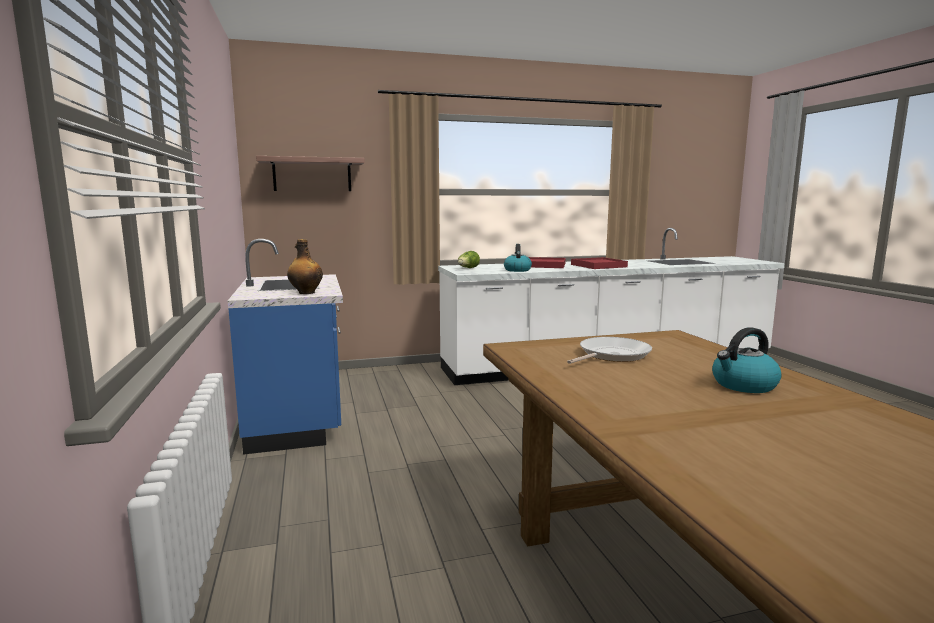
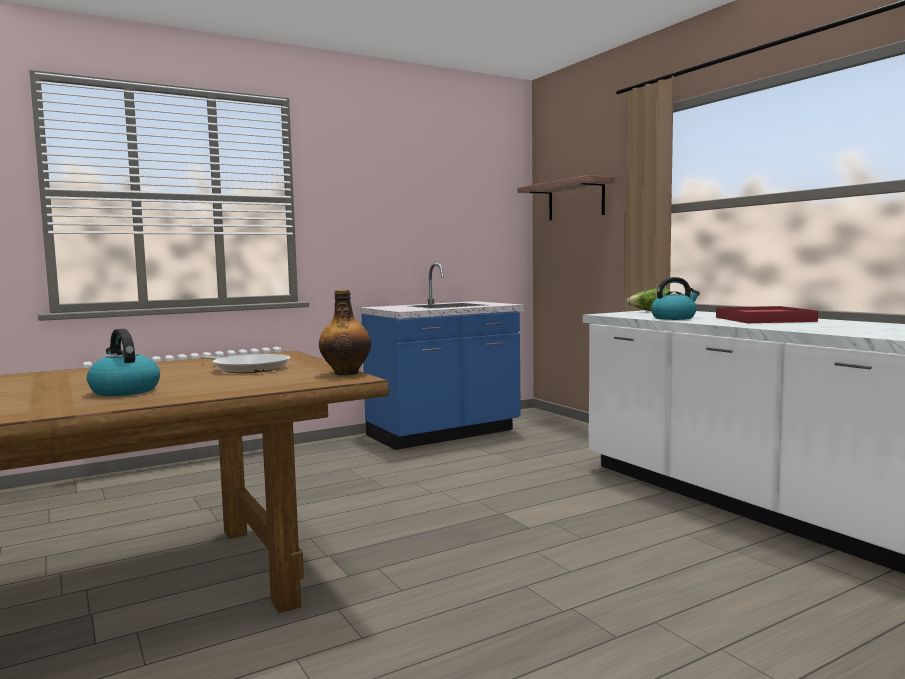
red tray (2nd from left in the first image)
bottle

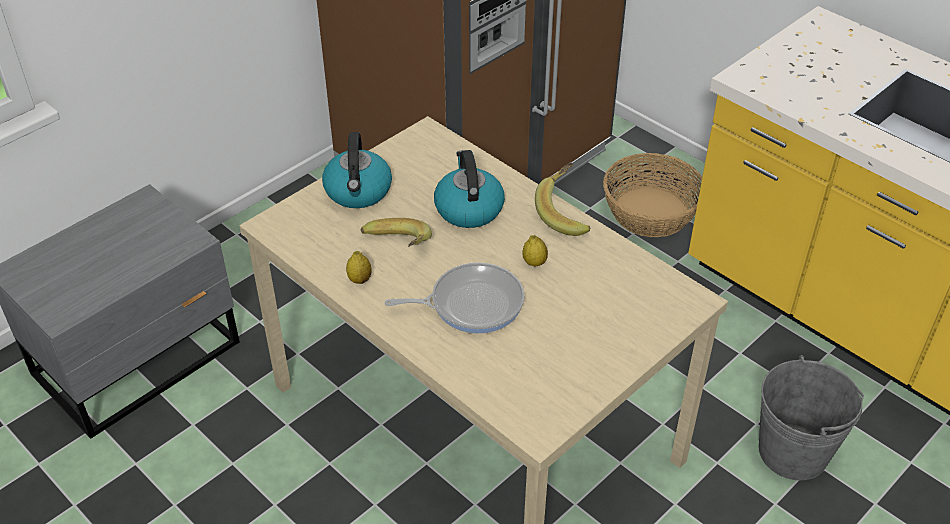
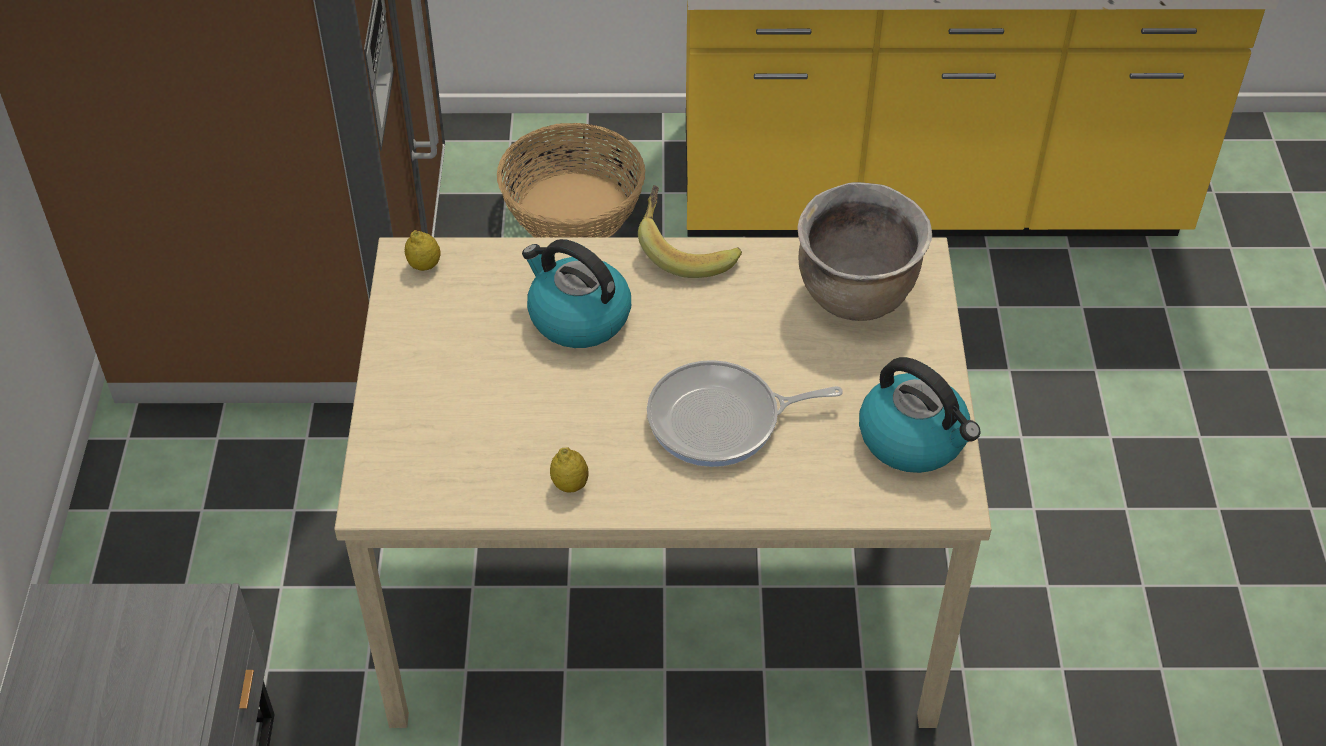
banana (1st from left in the first image)
grey bucket
brown cooking pot
kettle (2nd from left)
lemon (1st from left)
frying pan

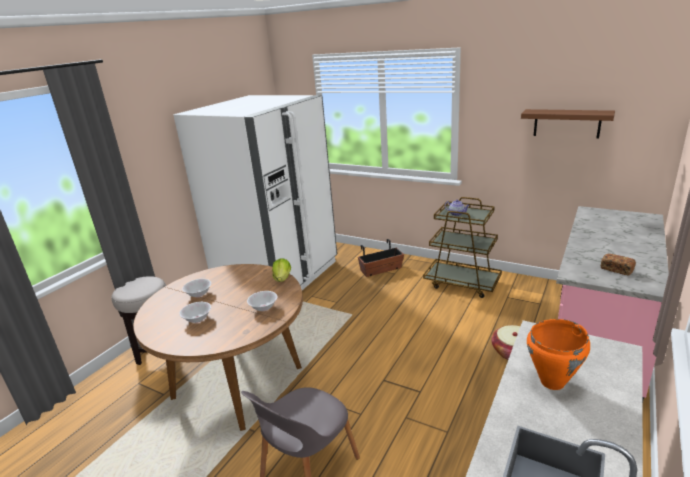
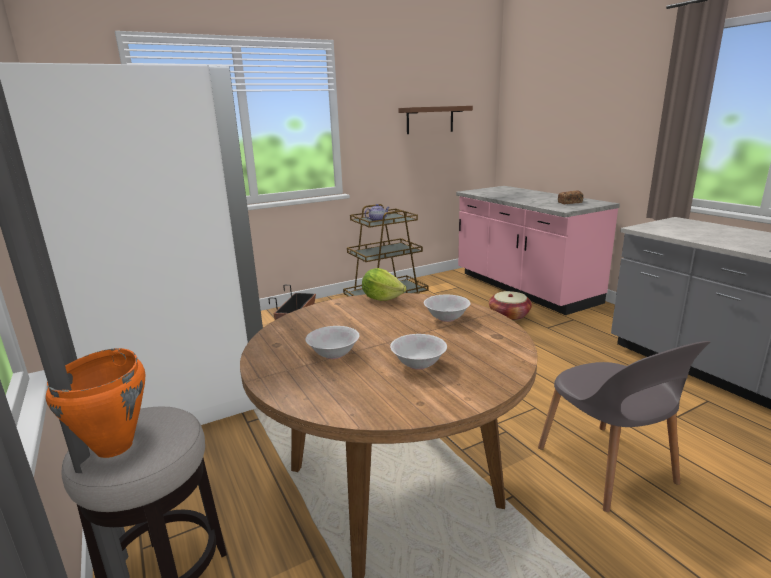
orange cooking pot

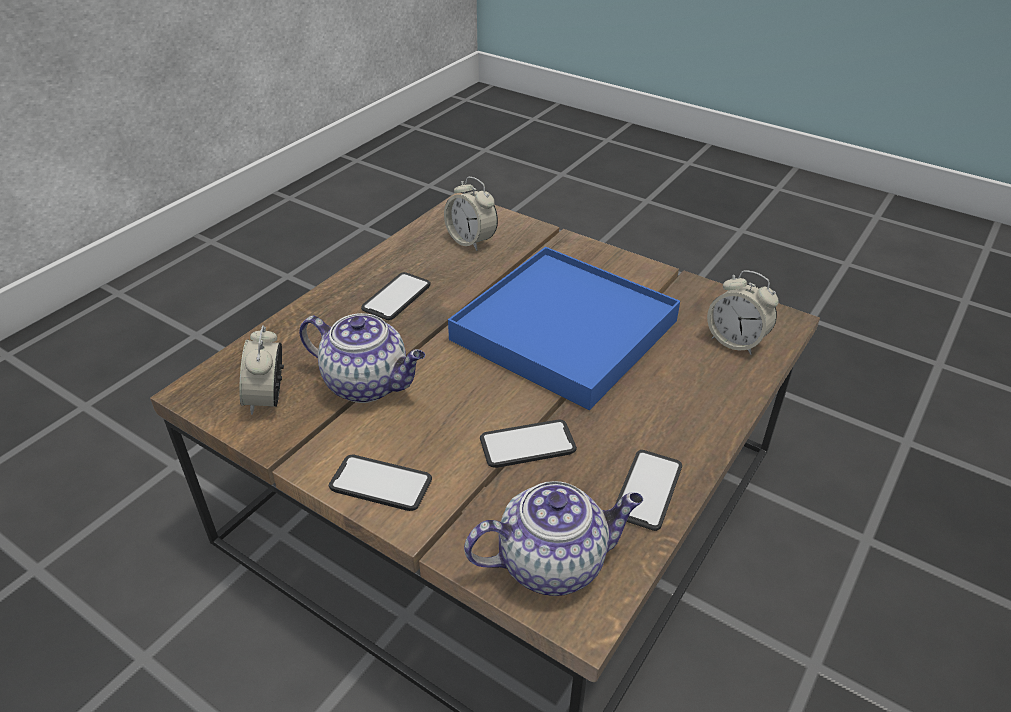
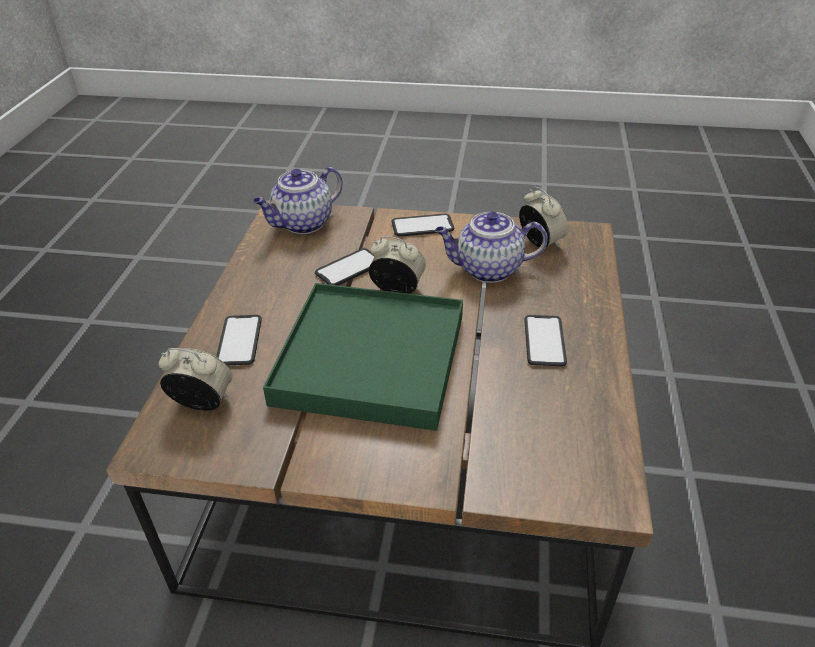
alarm clock (2nd from left)
phone (1st from left)
green tray

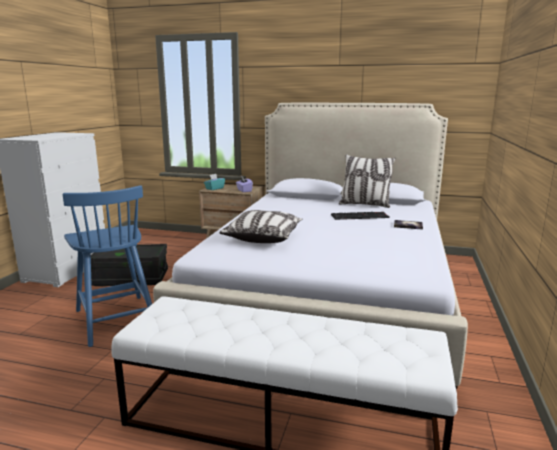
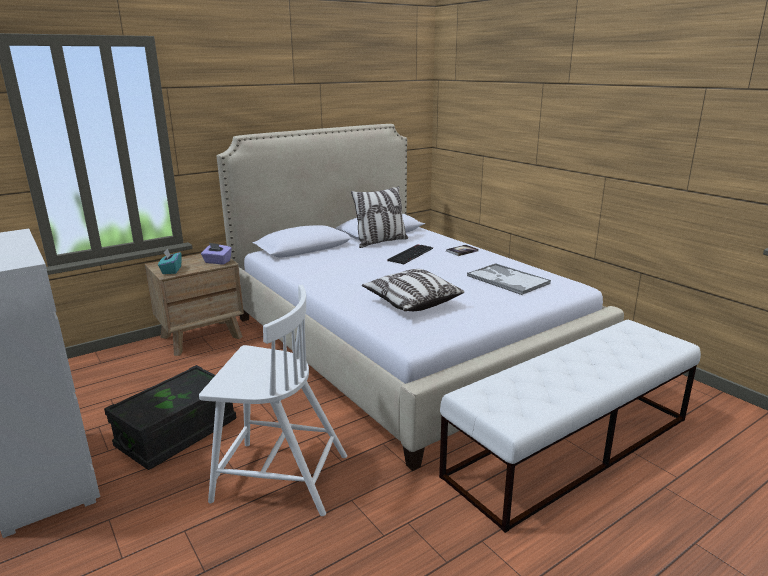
tray
white chair

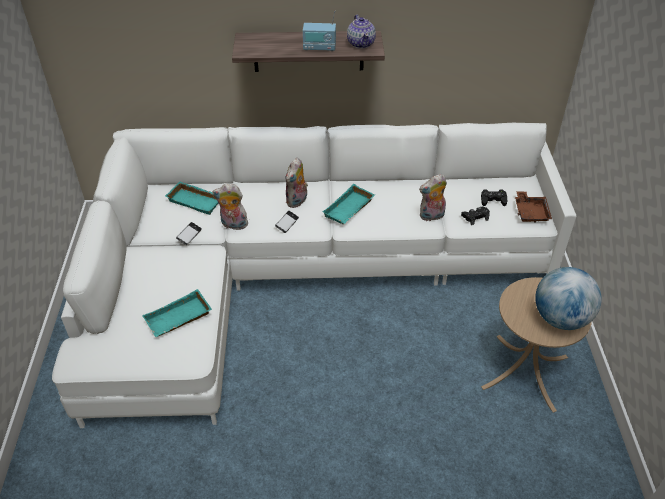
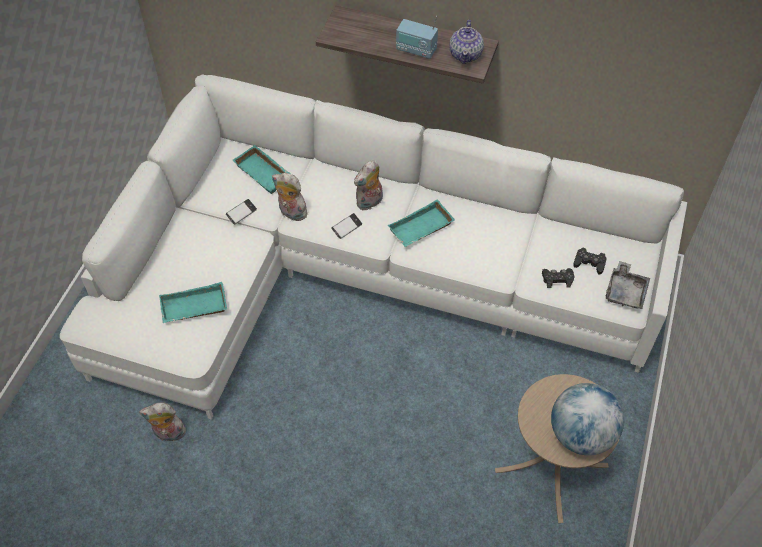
plush toy (1st from left)
grey tray

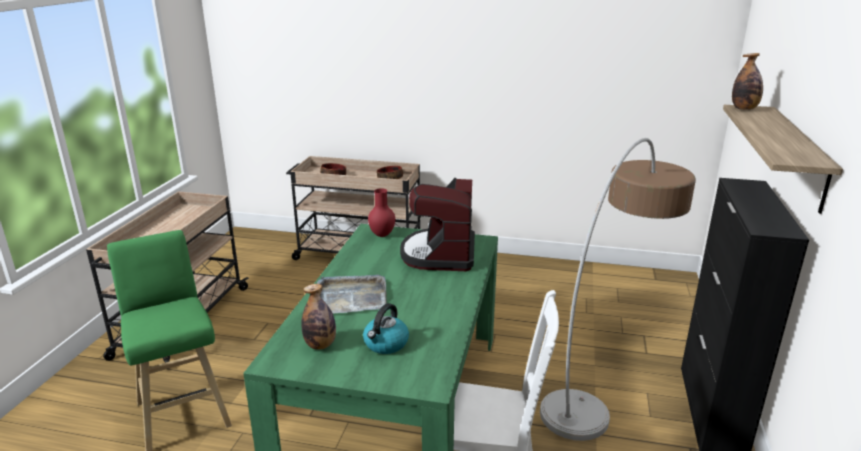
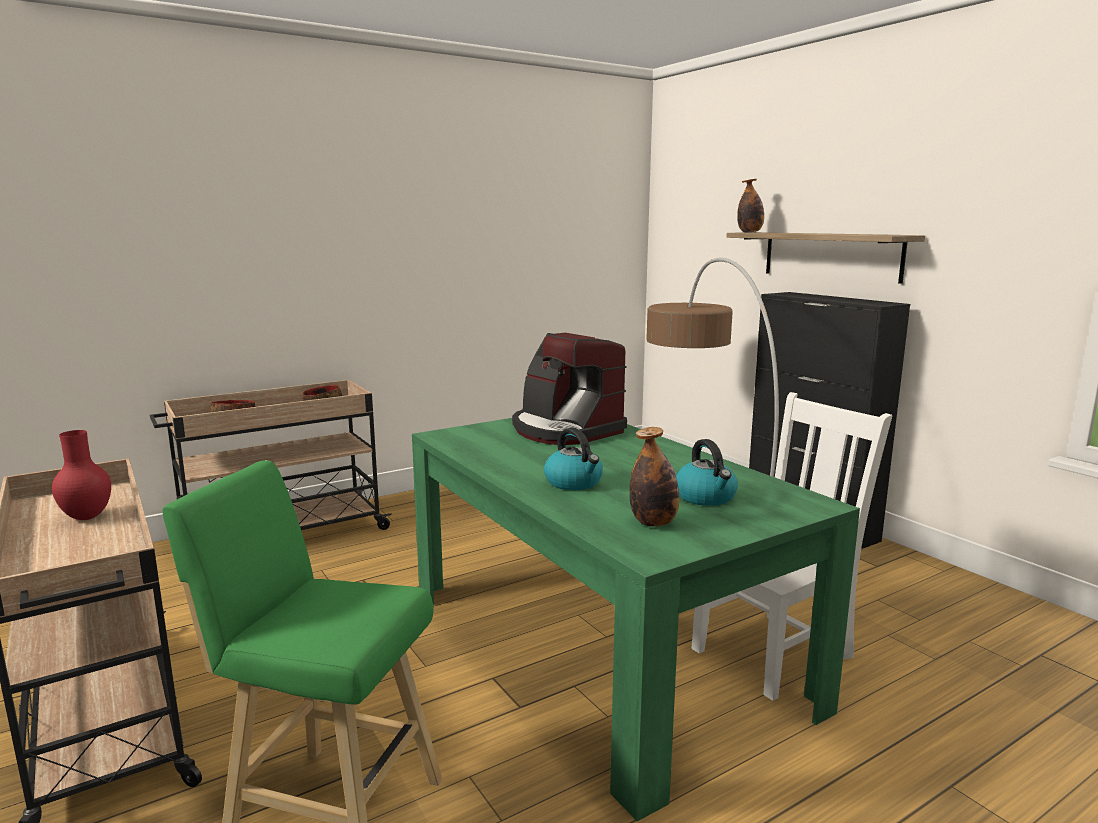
red vase
kettle (1st from left)

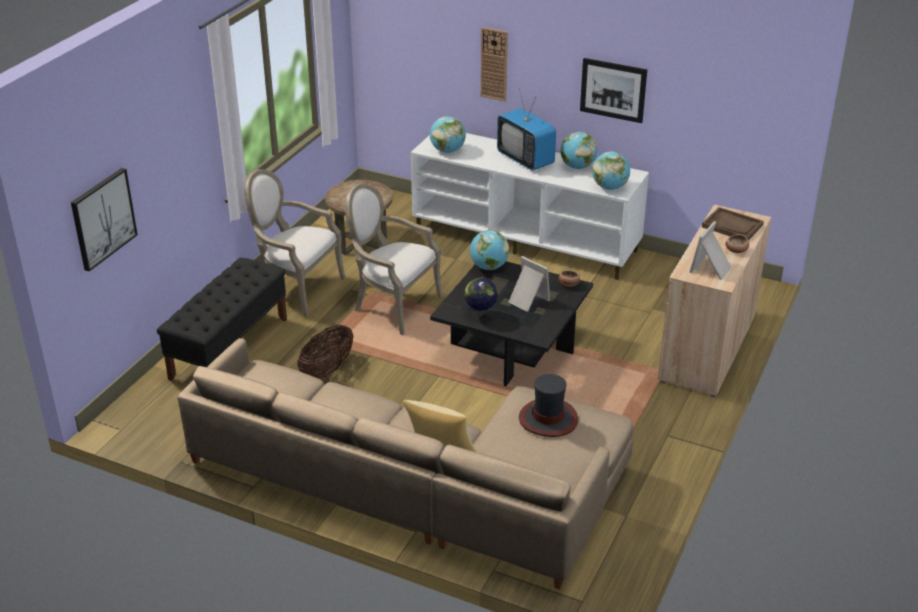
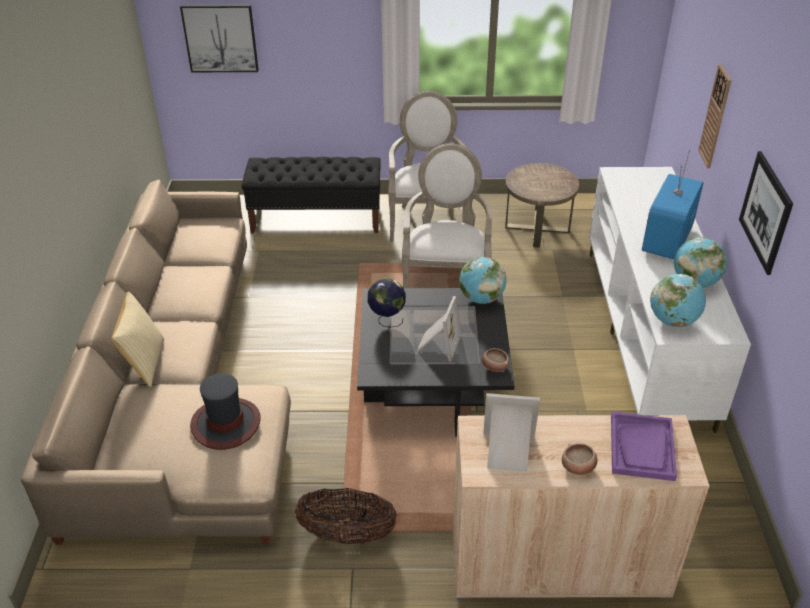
globe (1st from left in the first image)
basket
purple tray

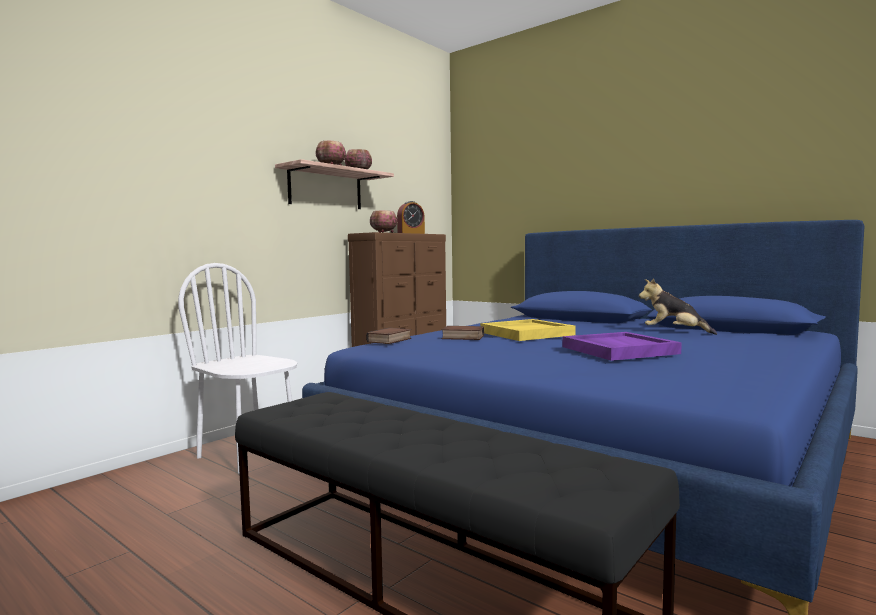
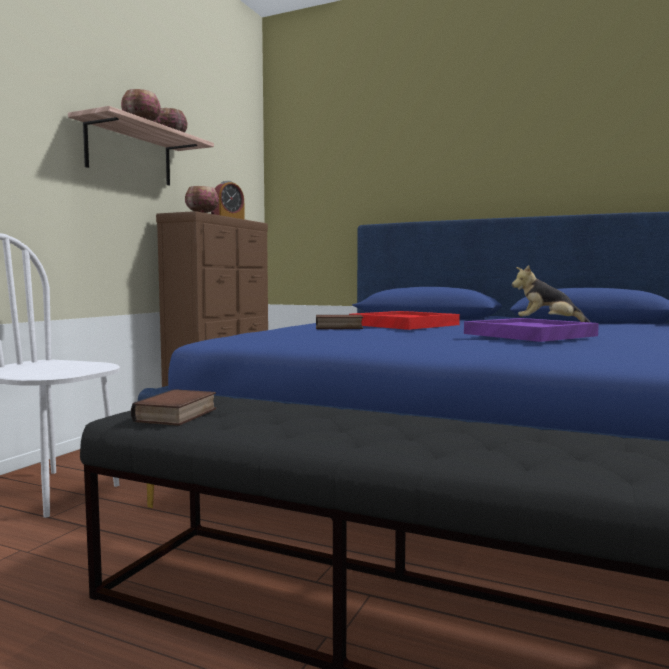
book (1st from left)
red tray

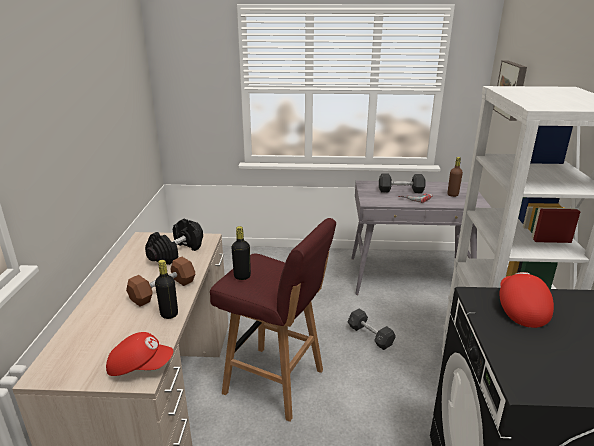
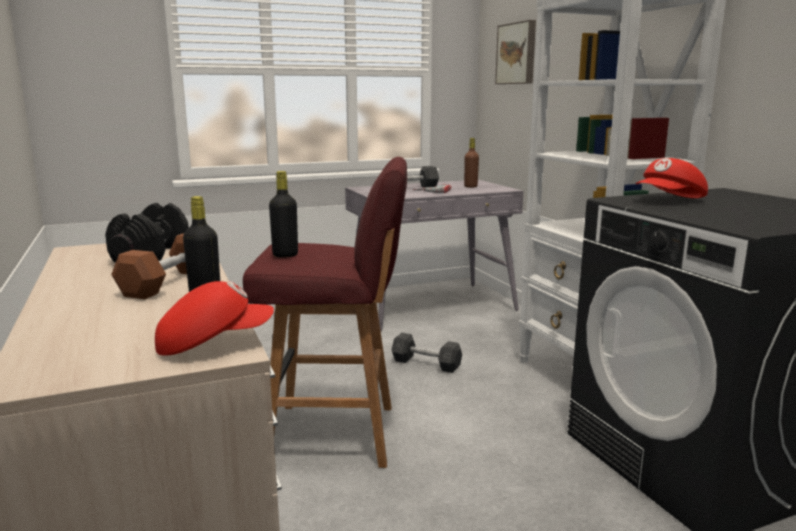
red cap (2nd from left)

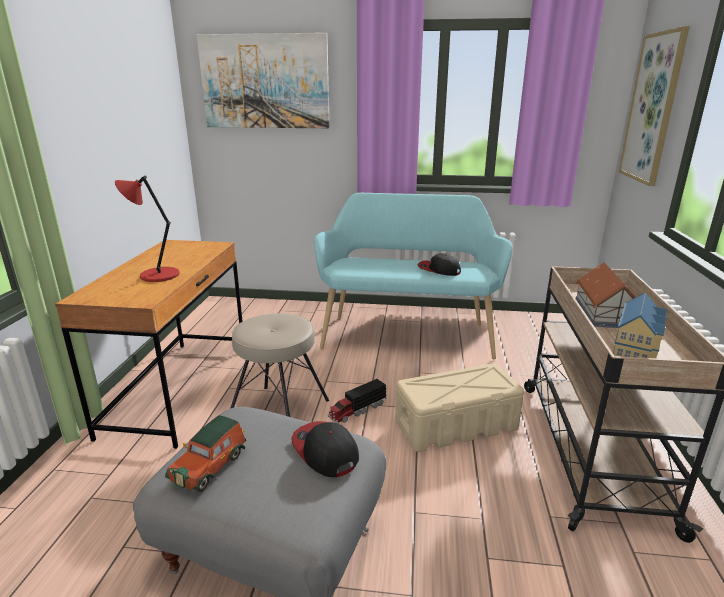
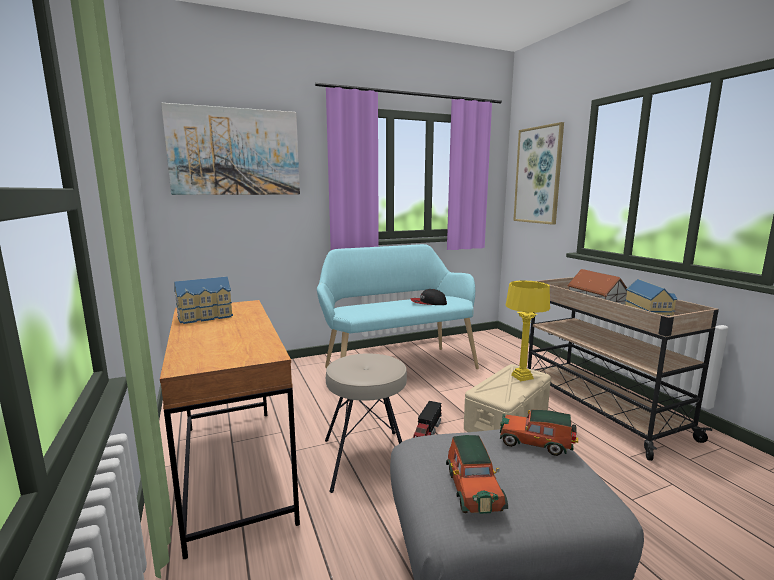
red table lamp
toy house (1st from left)
yellow table lamp
toy car (2nd from left)

